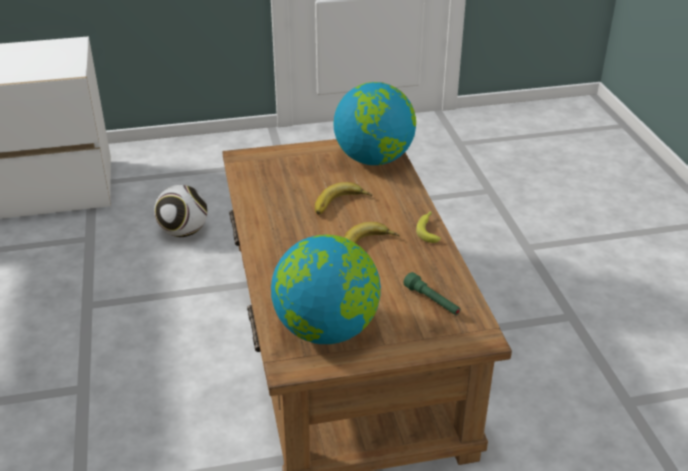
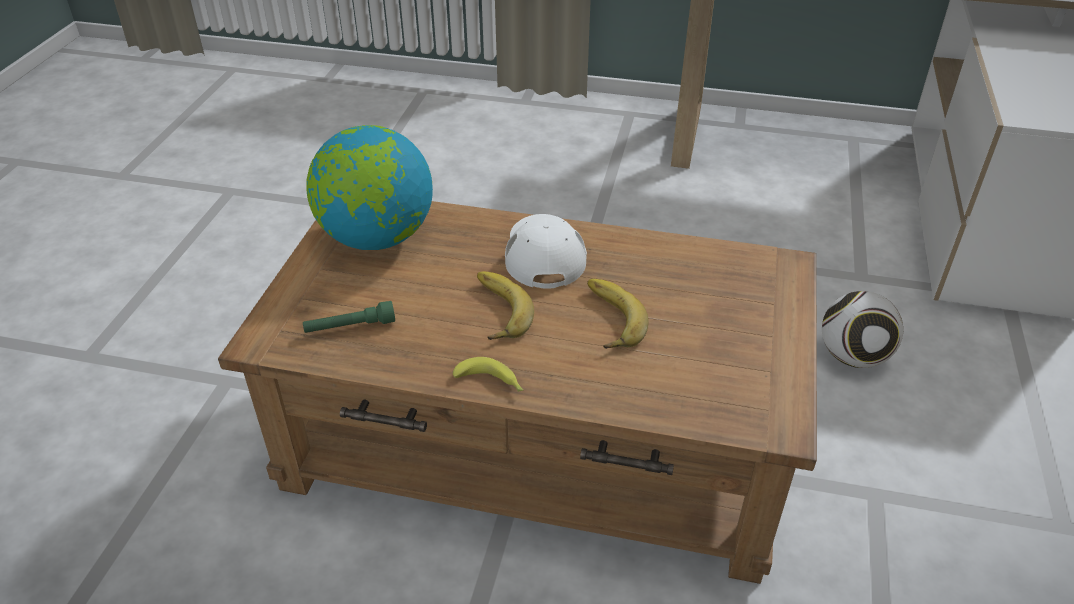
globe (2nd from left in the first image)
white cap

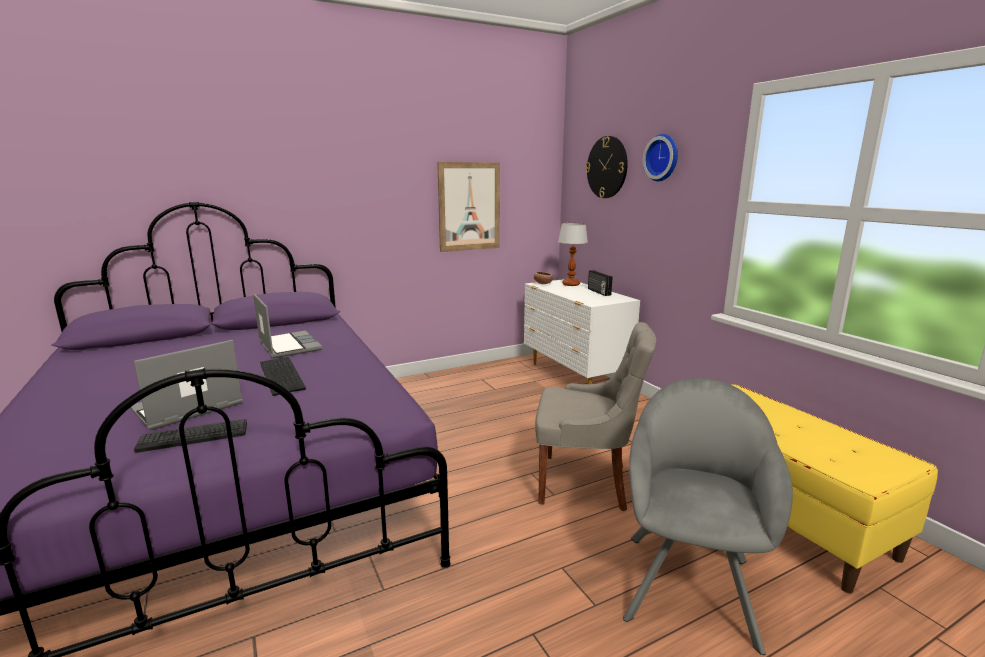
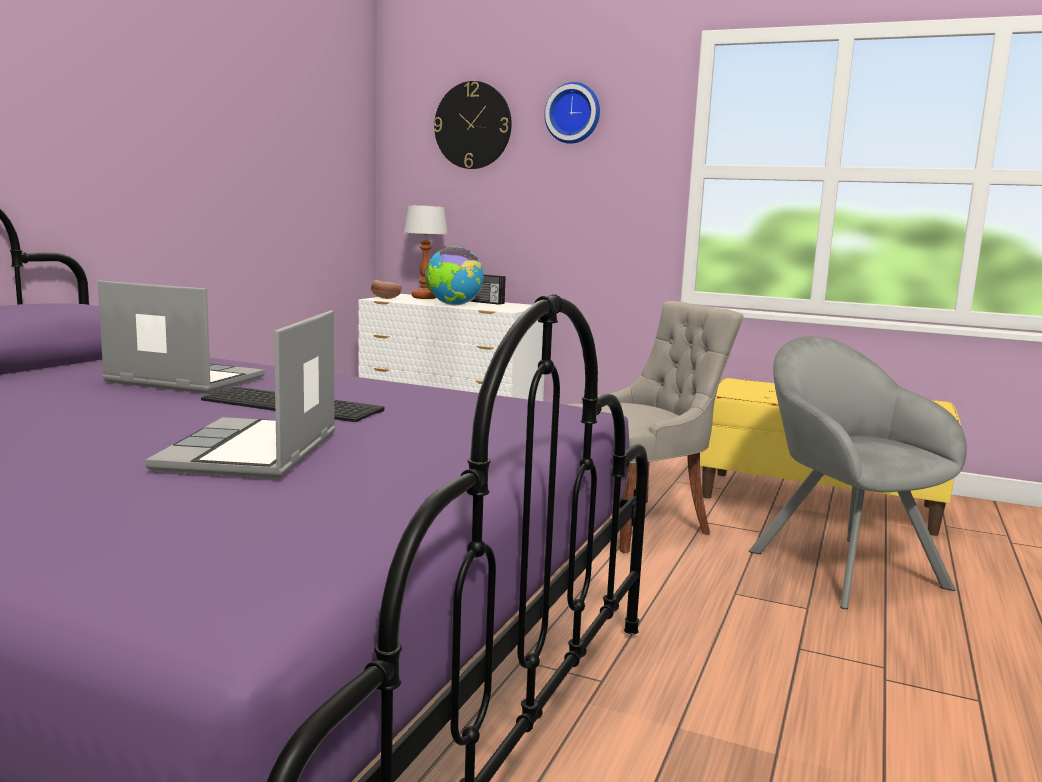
keyboard (1st from left in the first image)
picture
globe

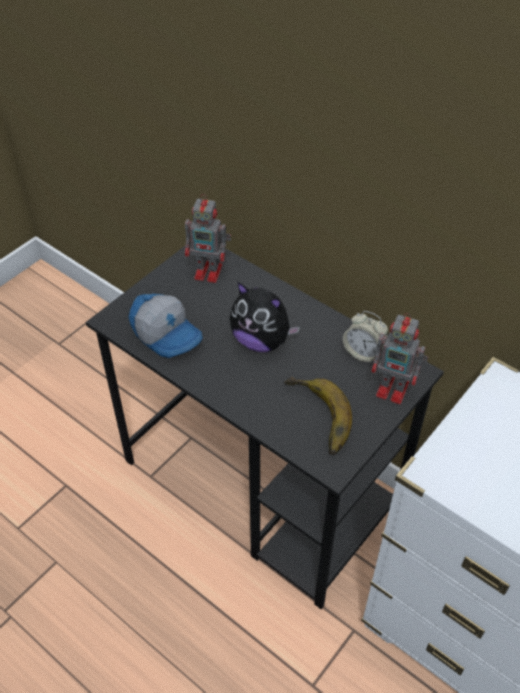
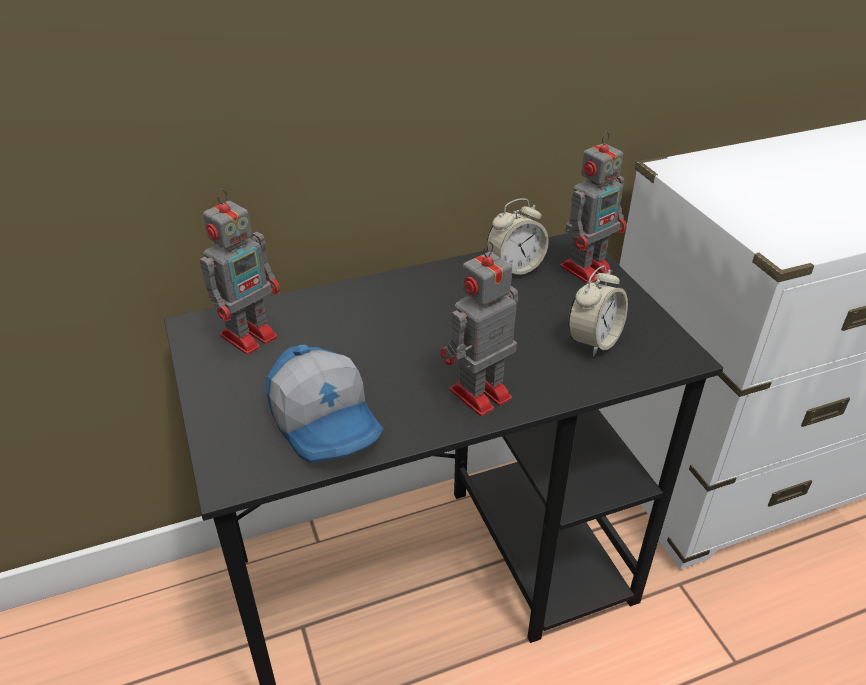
plush toy
toy robot (2nd from left)
alarm clock (2nd from left)
cap

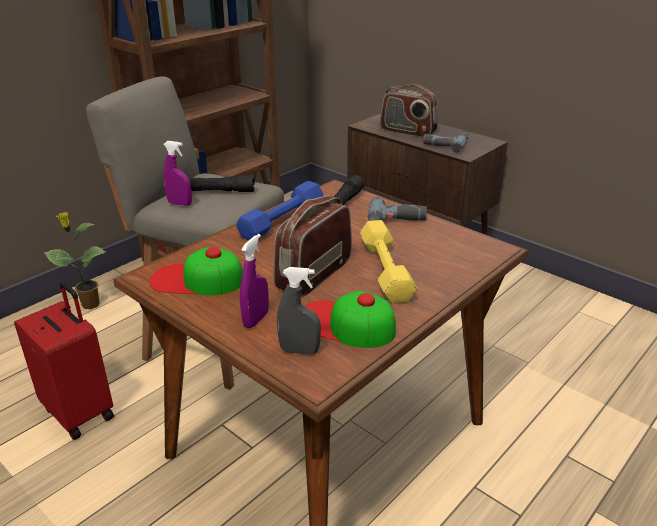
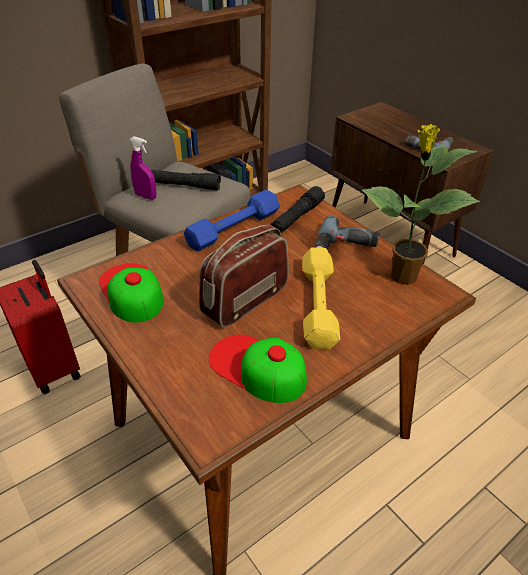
purple spray bottle (2nd from left in the first image)
grey spray bottle
radio (2nd from left in the first image)
potted plant
cap (1st from left)

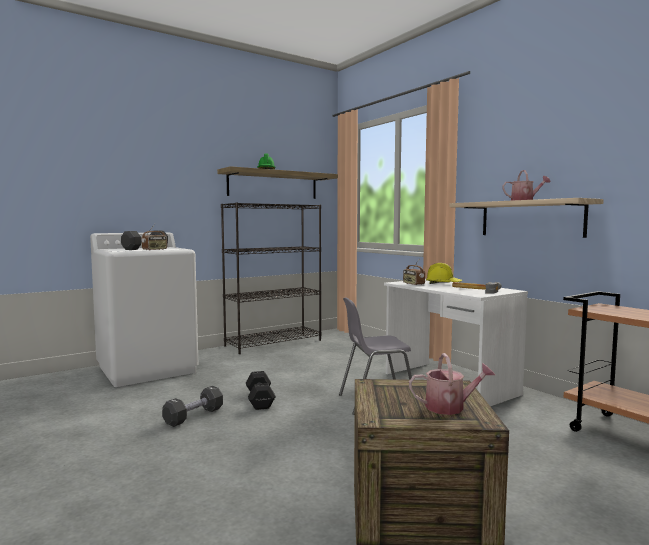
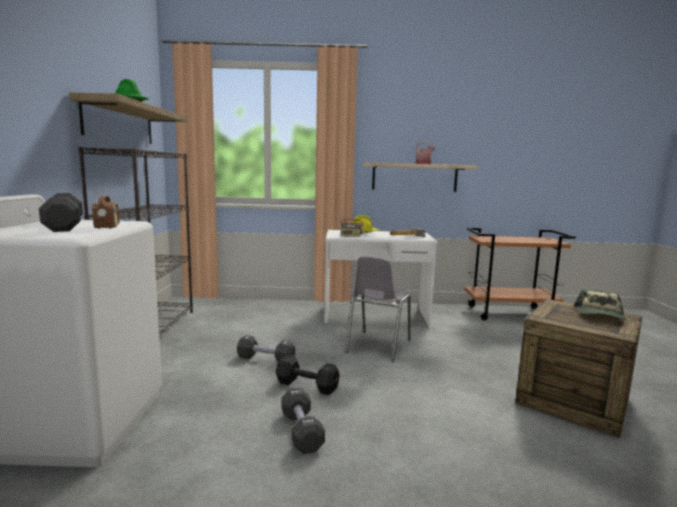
black dumbbell (2nd from left)
cap

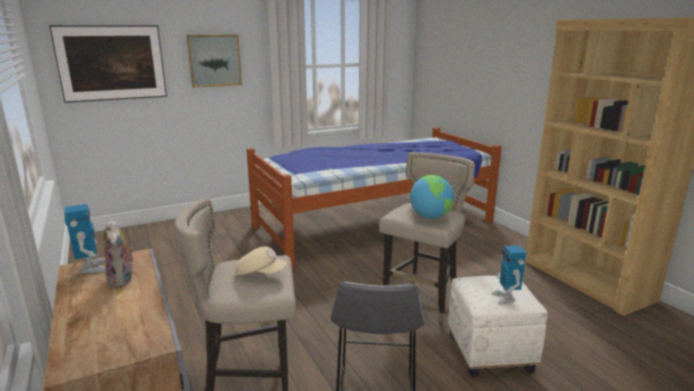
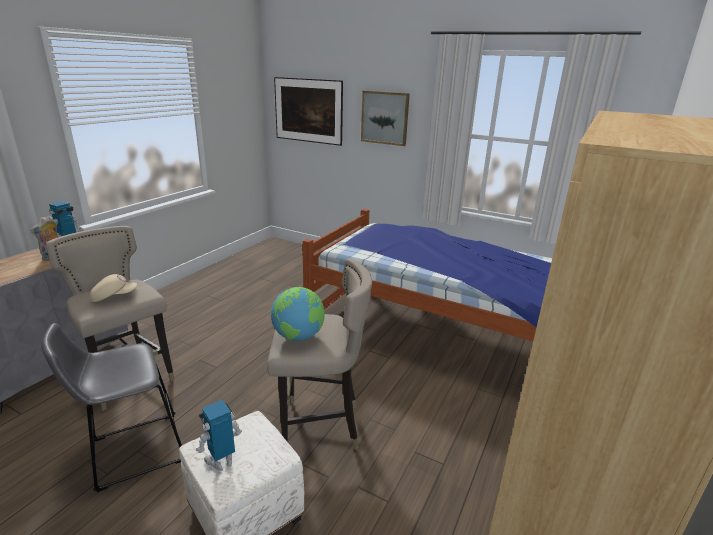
beige cap

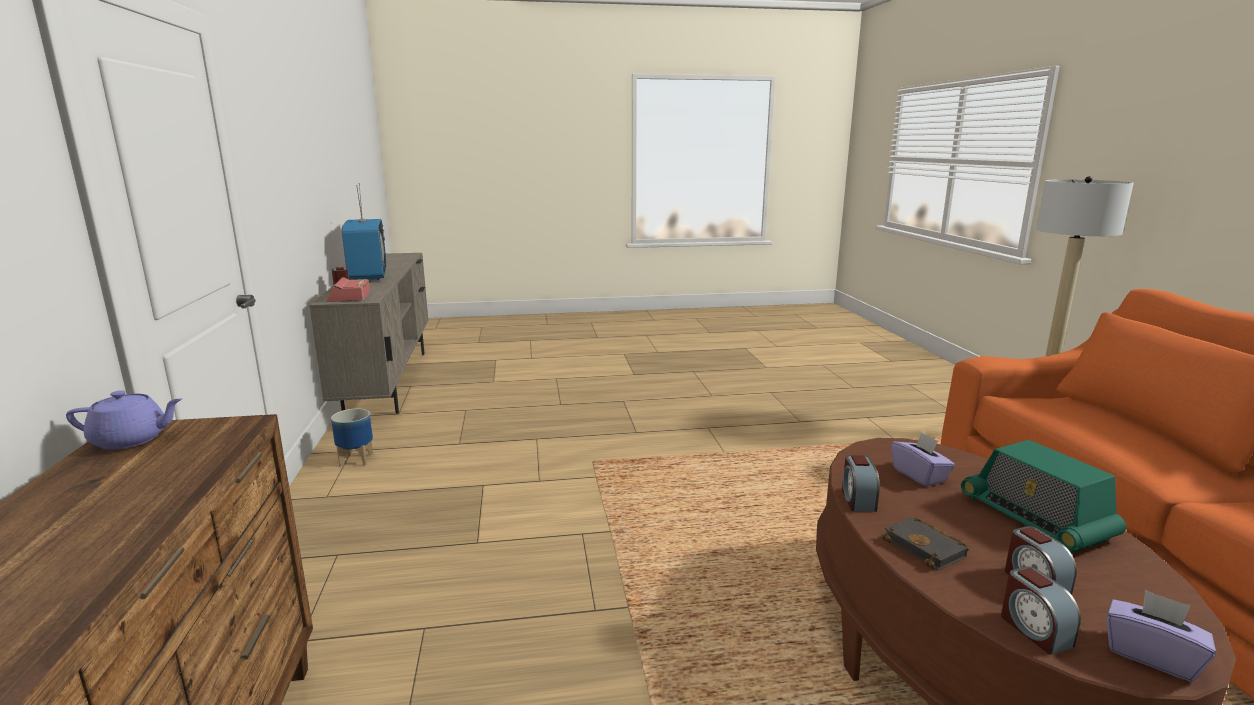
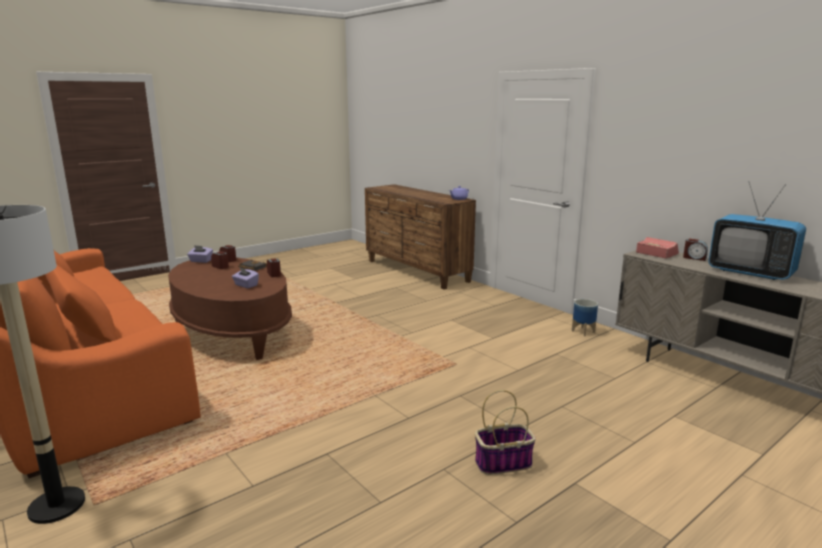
radio
basket

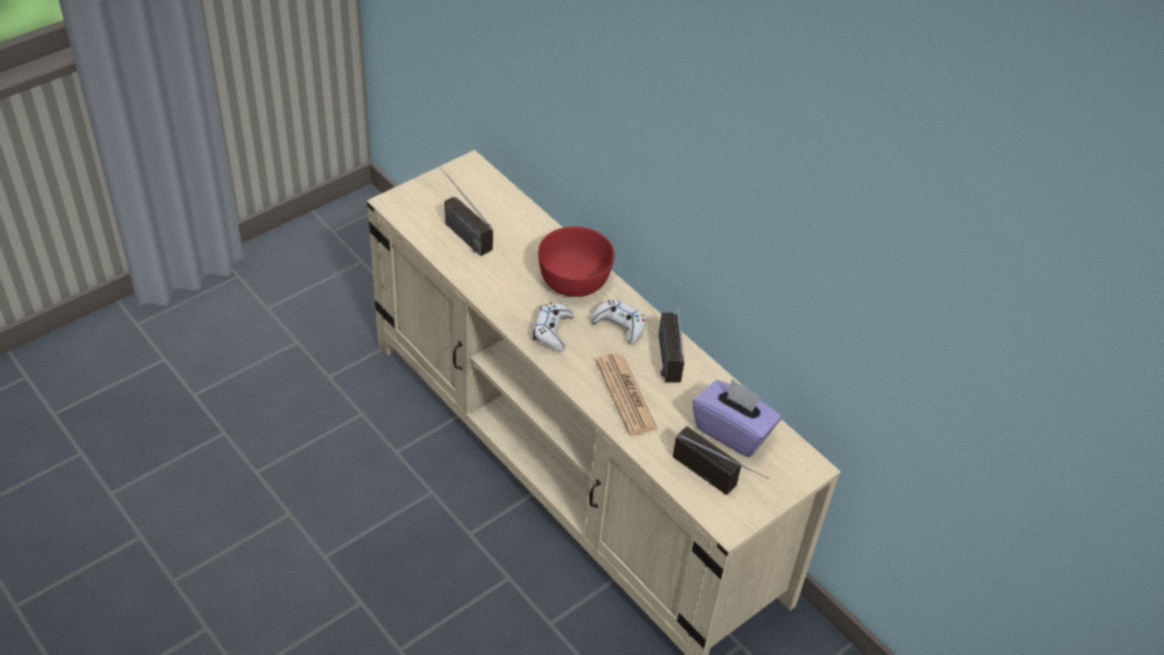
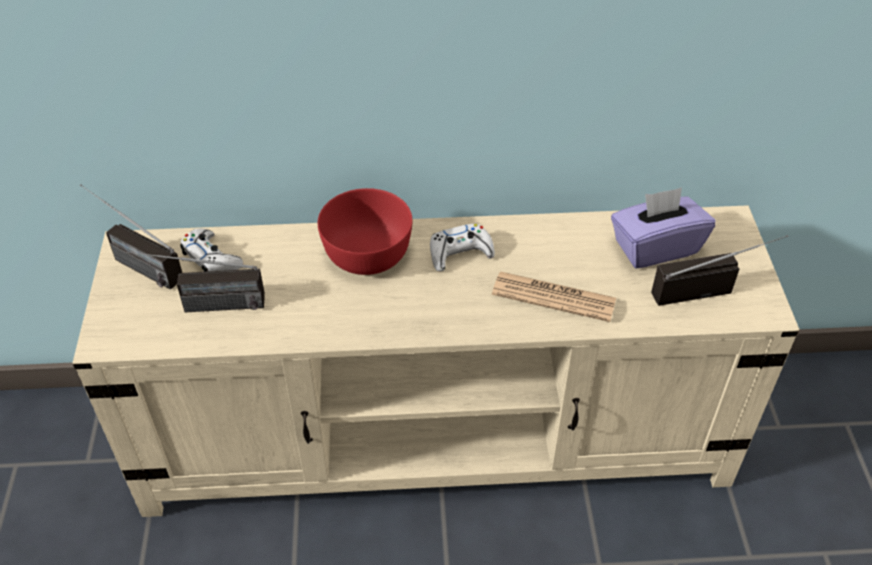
white game controller (1st from left)
radio (1st from left)

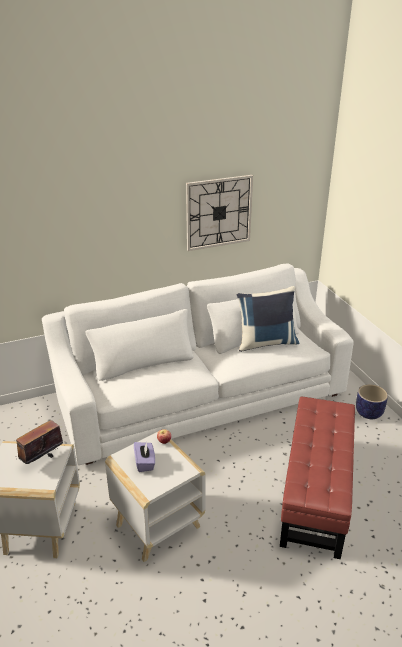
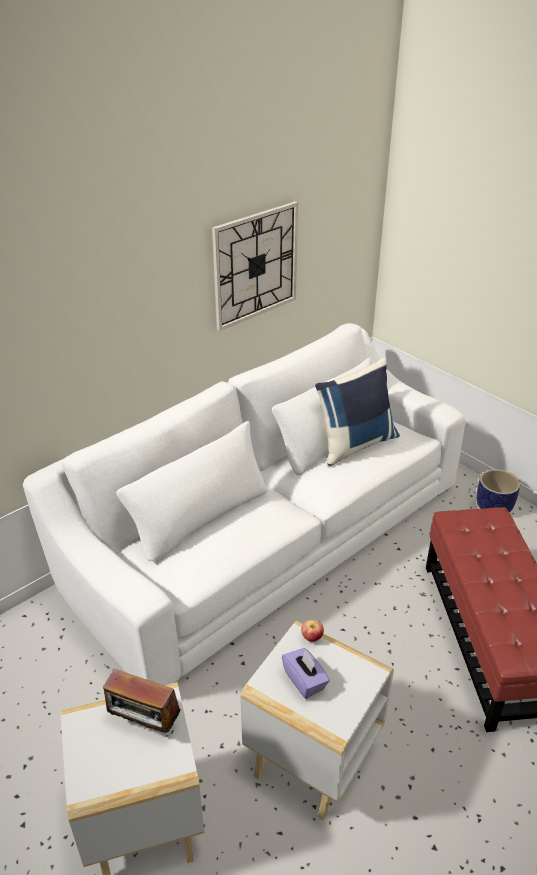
radio

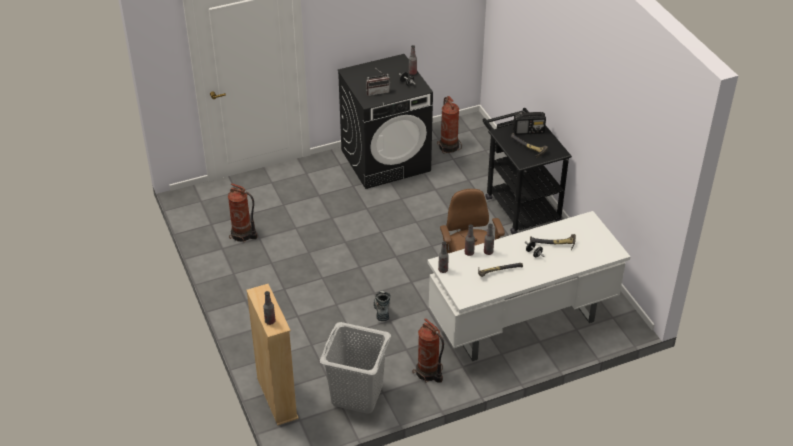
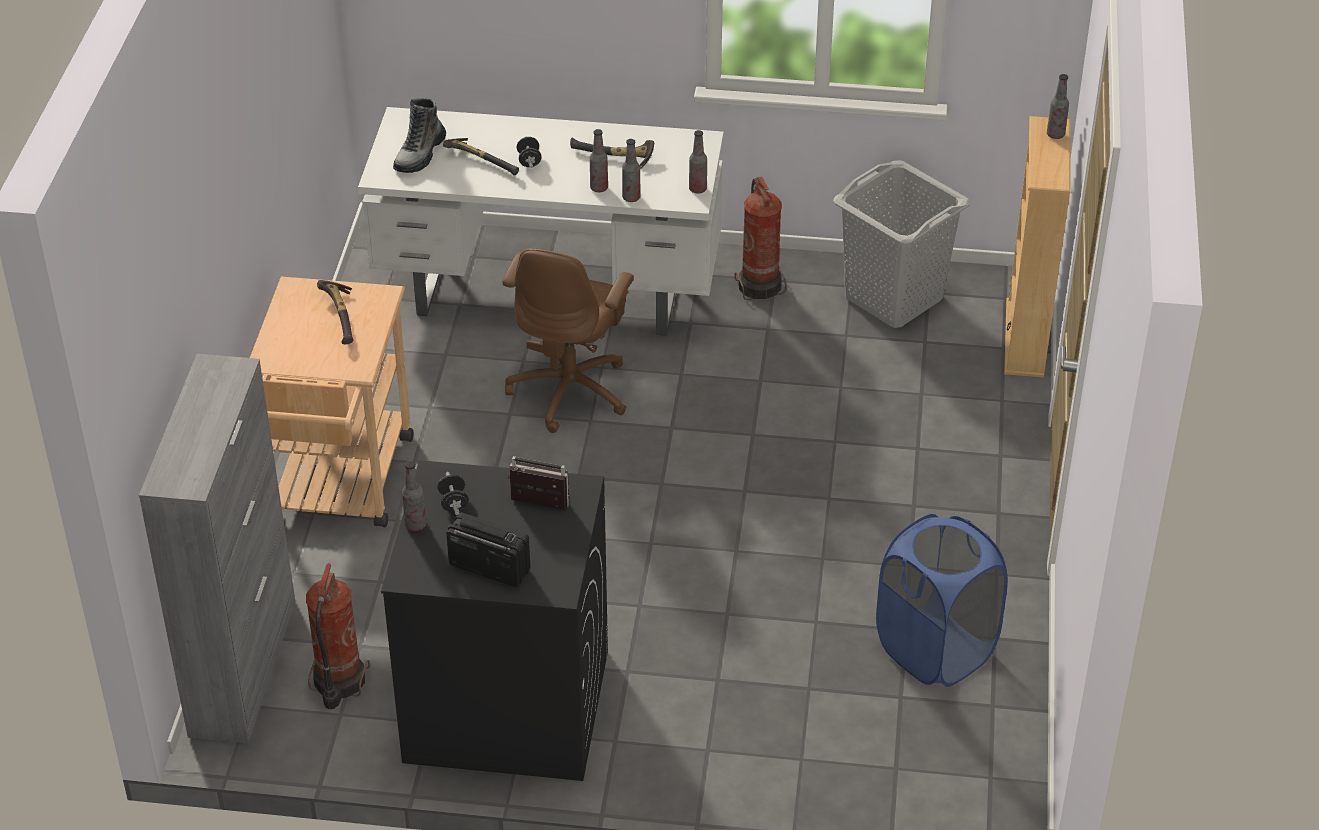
grey cabinet
boot
radio (1st from left)
blue laundry basket
beige cart

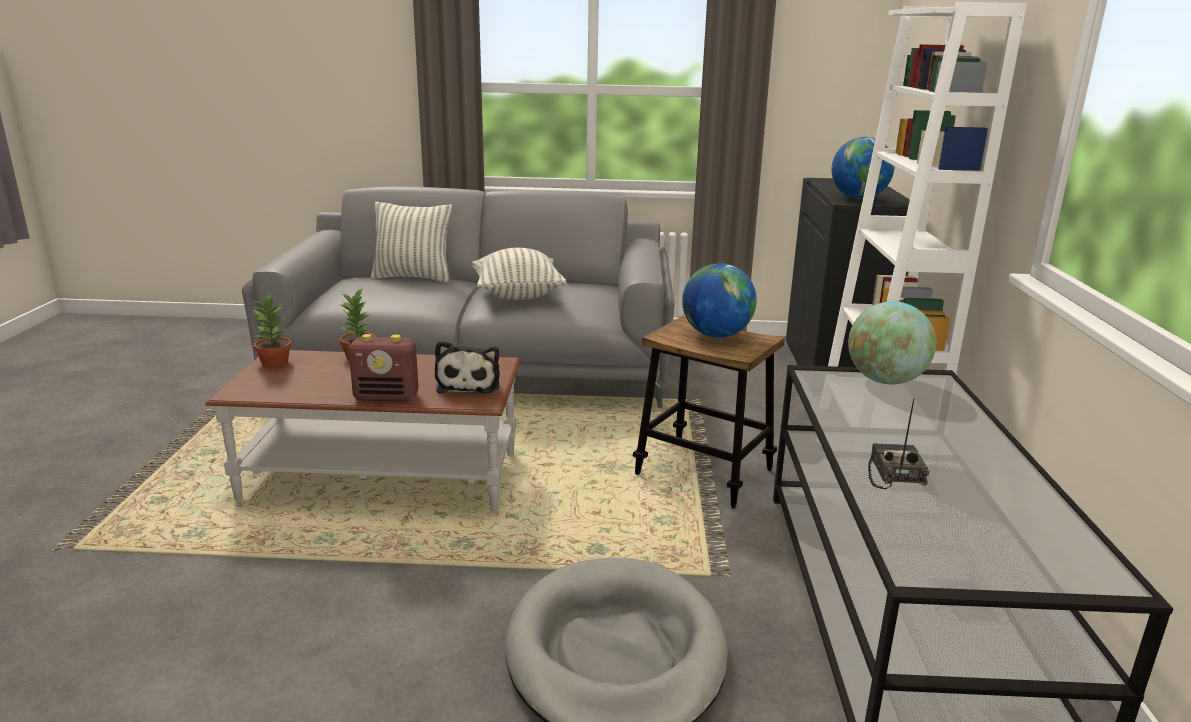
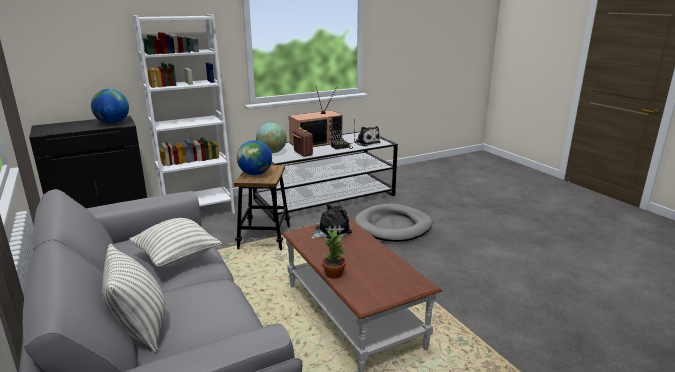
potted plant (1st from left in the first image)
television
plush toy (2nd from left)
radio (1st from left)

